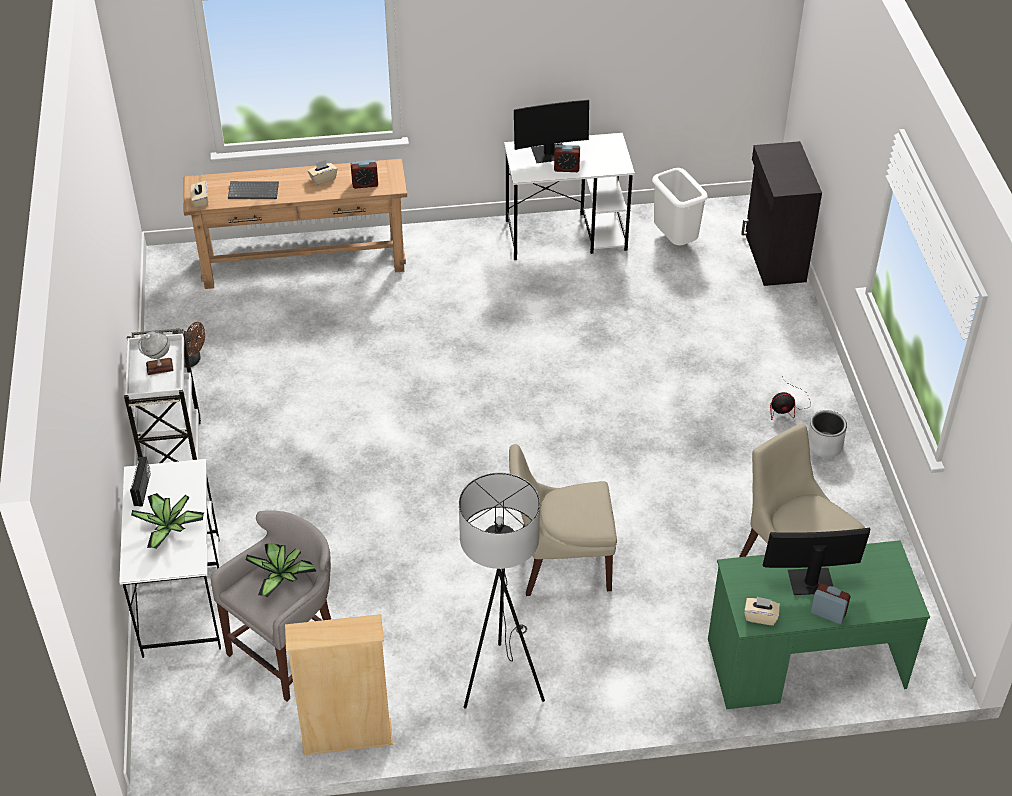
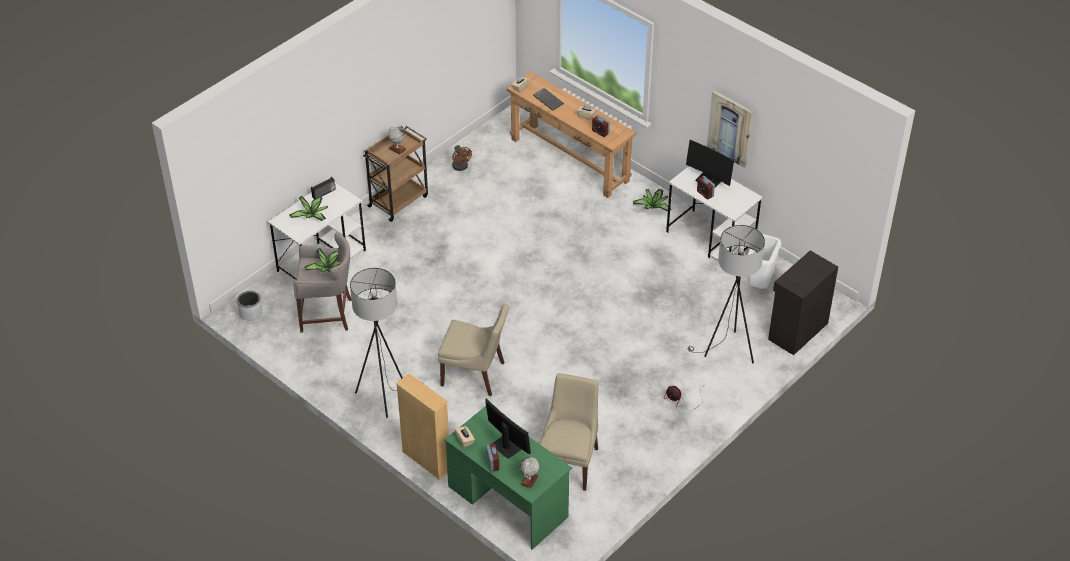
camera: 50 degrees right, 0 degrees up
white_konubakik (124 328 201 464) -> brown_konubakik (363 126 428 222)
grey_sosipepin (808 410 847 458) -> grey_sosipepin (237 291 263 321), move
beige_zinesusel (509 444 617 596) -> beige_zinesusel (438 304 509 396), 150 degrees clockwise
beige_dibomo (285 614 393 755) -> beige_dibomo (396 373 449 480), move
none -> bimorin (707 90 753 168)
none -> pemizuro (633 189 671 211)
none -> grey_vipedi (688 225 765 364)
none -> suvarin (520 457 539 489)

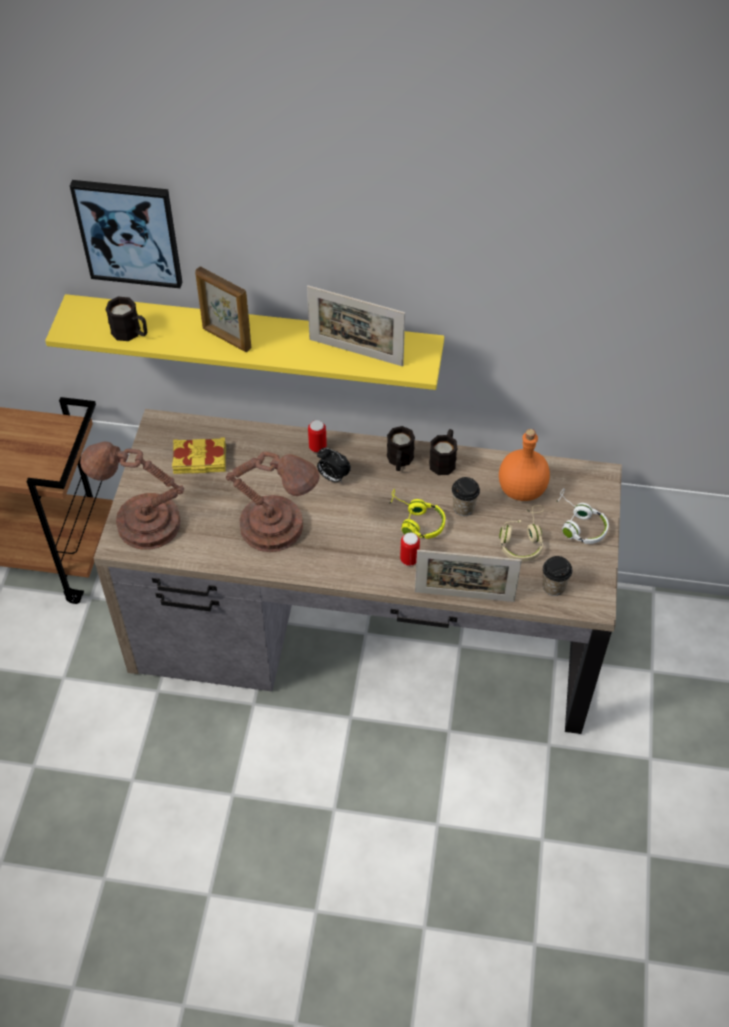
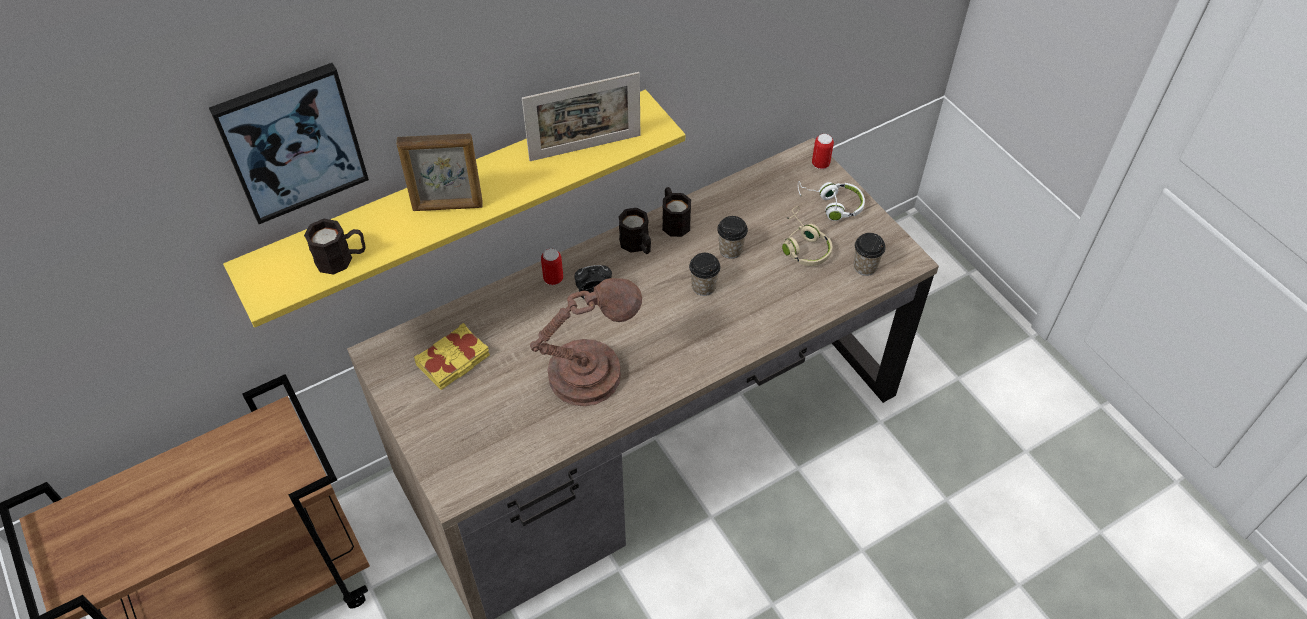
camera: 40 degrees left, 0 degrees up
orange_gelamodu (499 429 550 501) -> none
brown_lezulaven (80 442 184 550) -> none
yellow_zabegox (390 489 445 539) -> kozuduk (689 253 721 296)
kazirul (400 532 420 566) -> kazirul (812 134 834 169), move
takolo (415 550 522 602) -> none

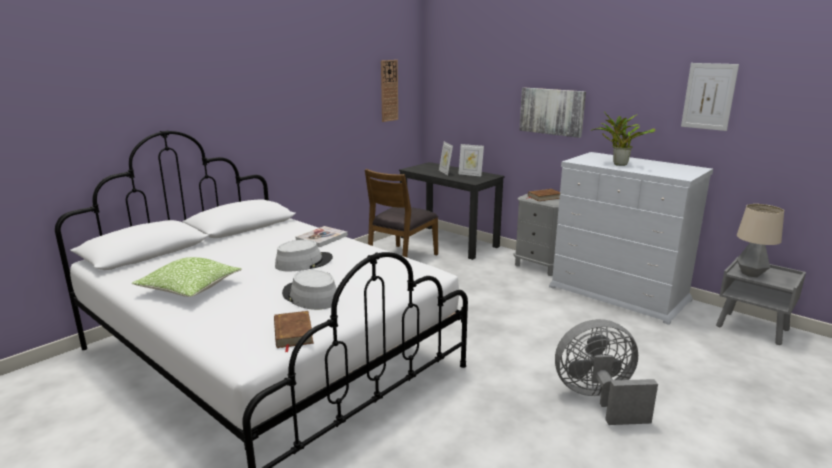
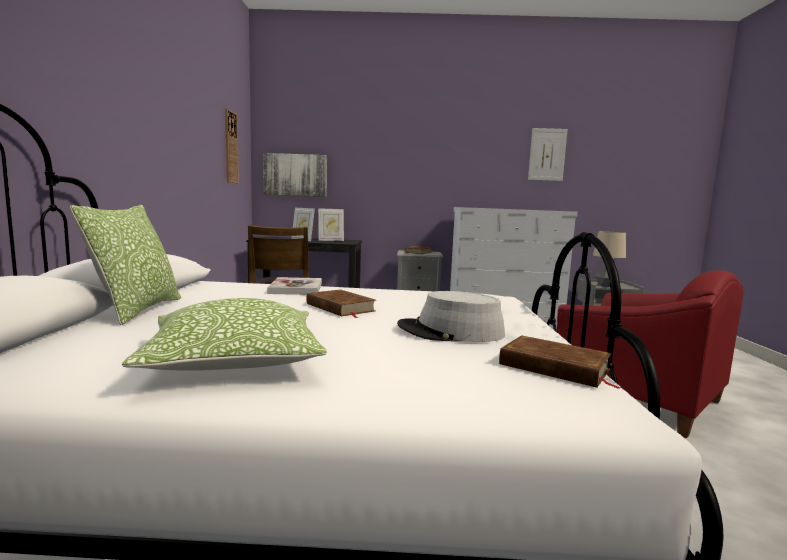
camera: 40 degrees left, 10 degrees down
bimorin (519 87 586 138) -> bimorin (263 153 327 197), move
pemizuro (590 112 656 166) -> none
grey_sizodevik (275 240 333 271) -> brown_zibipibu (306 290 376 318)
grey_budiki (555 319 658 425) -> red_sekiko (557 270 744 438)
none -> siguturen (70 205 181 325)

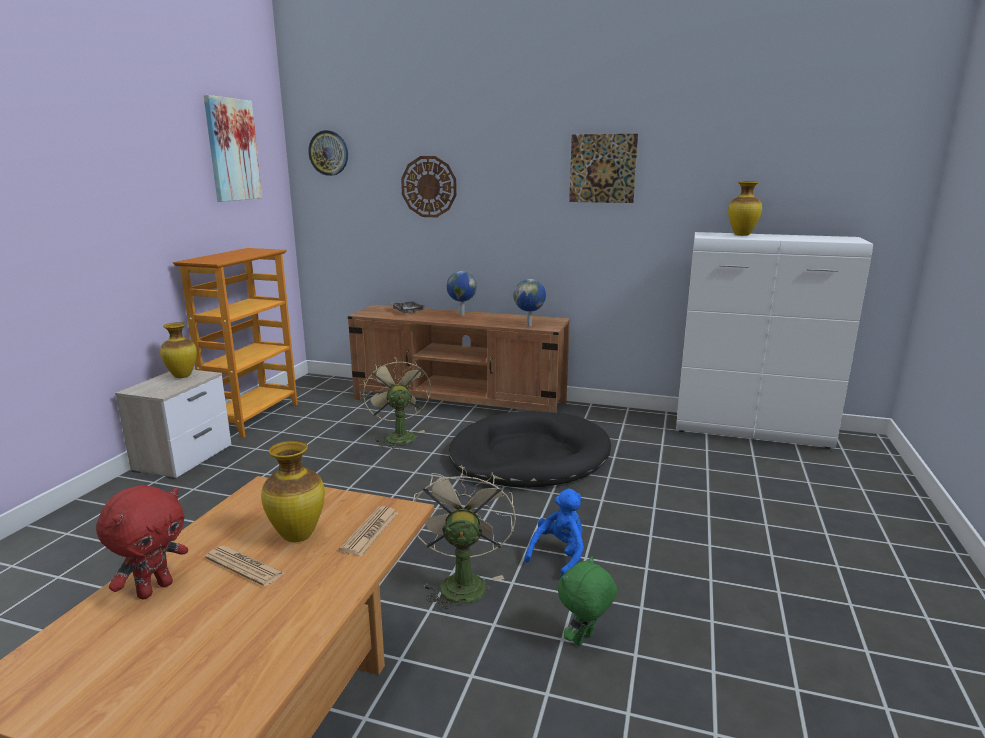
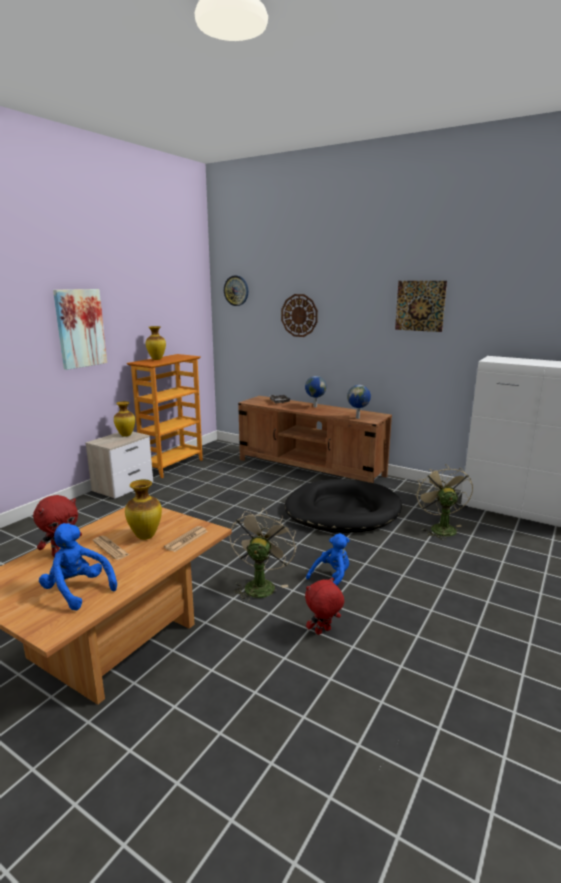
camera: 15 degrees right, 0 degrees up
bimorin (203 95 262 202) -> bimorin (53 289 107 370), move
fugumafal (728 181 762 236) -> fugumafal (146 326 166 360), move
beige_budiki (363 357 431 450) -> beige_budiki (416 464 473 540), move
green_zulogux (558 556 617 646) -> red_zulogux (305 577 344 635)
none -> blue_zulogux (39 523 117 610)

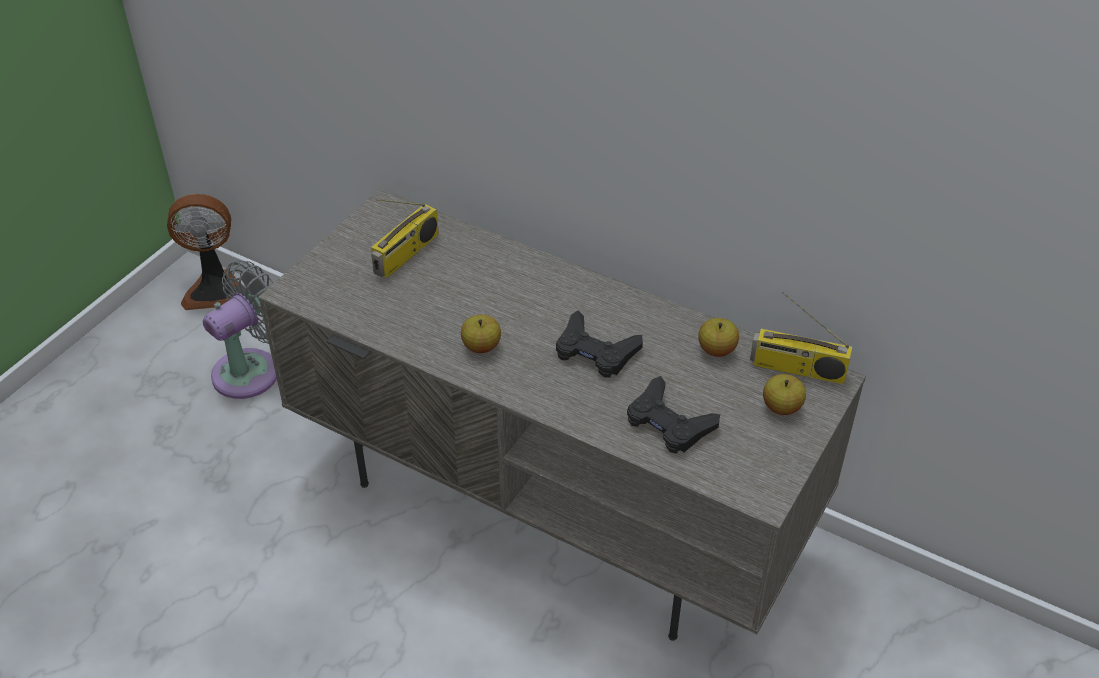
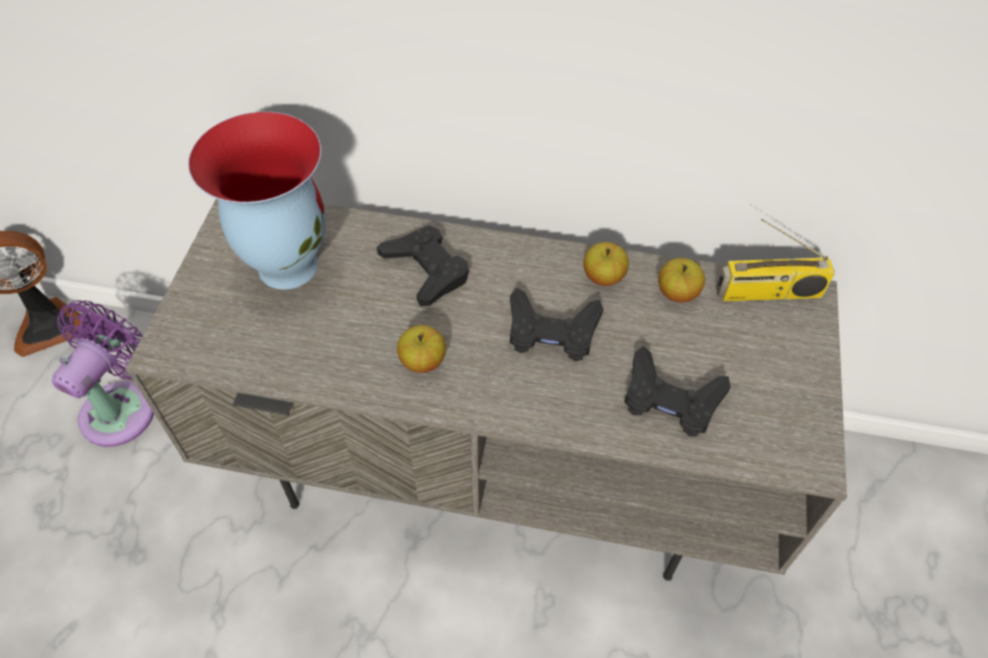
camera: 20 degrees left, 10 degrees up
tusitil (371 199 439 278) -> fugumafal (188 112 326 290)
grey_budiki (203 260 277 399) -> purple_budiki (52 300 154 447)
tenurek (763 374 806 415) -> tenurek (583 242 629 286), move
none -> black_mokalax (377 225 469 306)

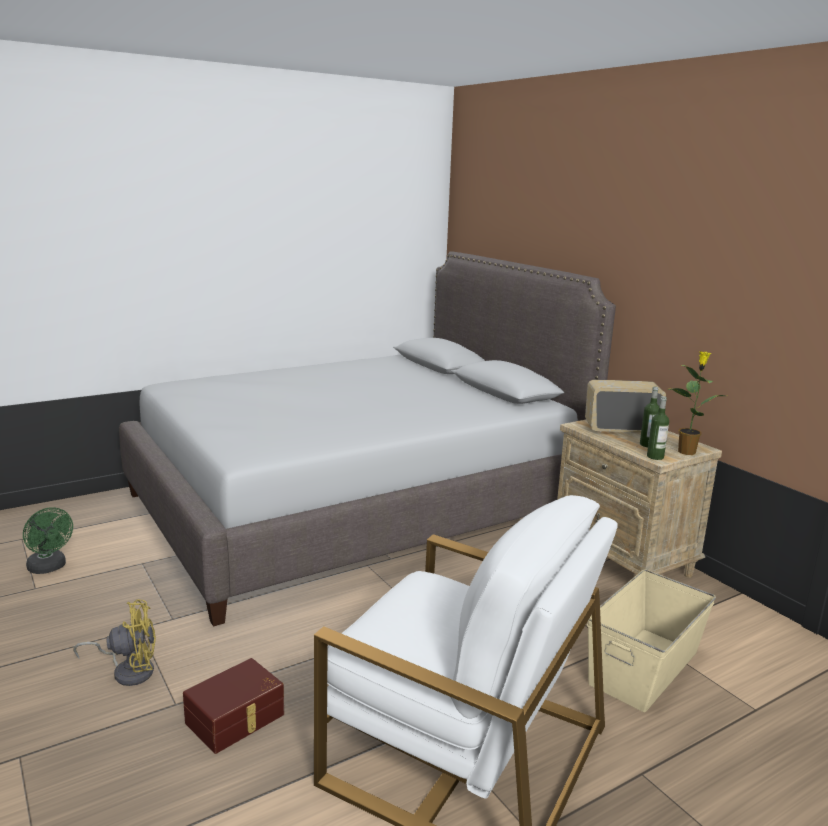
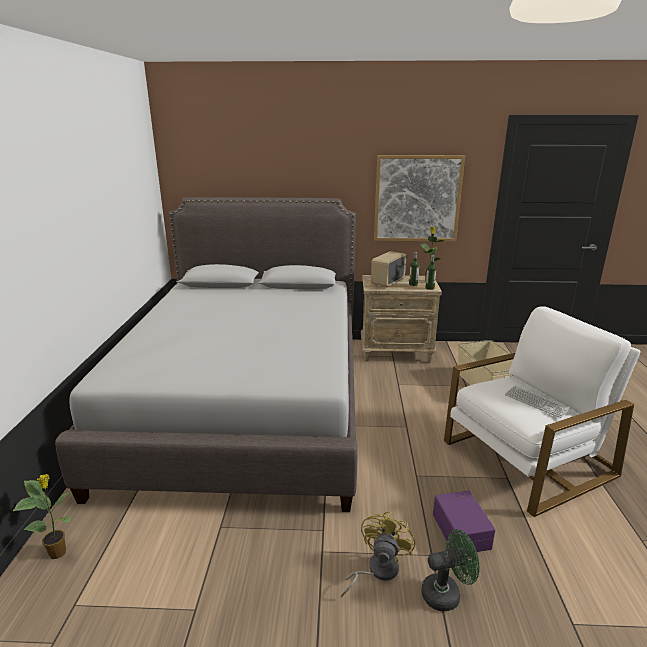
camera: 55 degrees left, 5 degrees up
green_budiki (23 507 73 574) -> green_budiki (421 529 480 611), move
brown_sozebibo (183 658 284 754) -> purple_sozebibo (433 490 495 552)
none -> bimorin (374 155 465 242)
none -> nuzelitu (505 386 570 418)
none -> pemizuro (13 474 72 559)

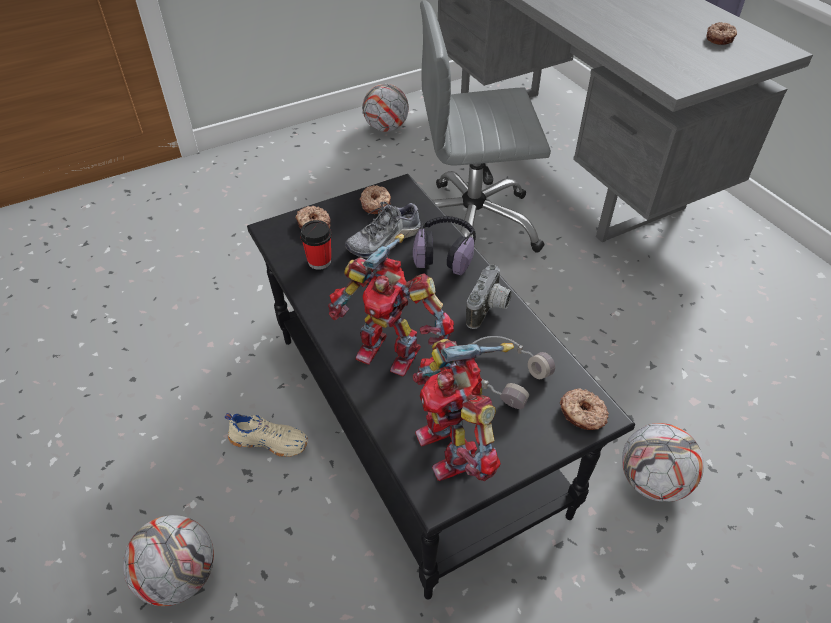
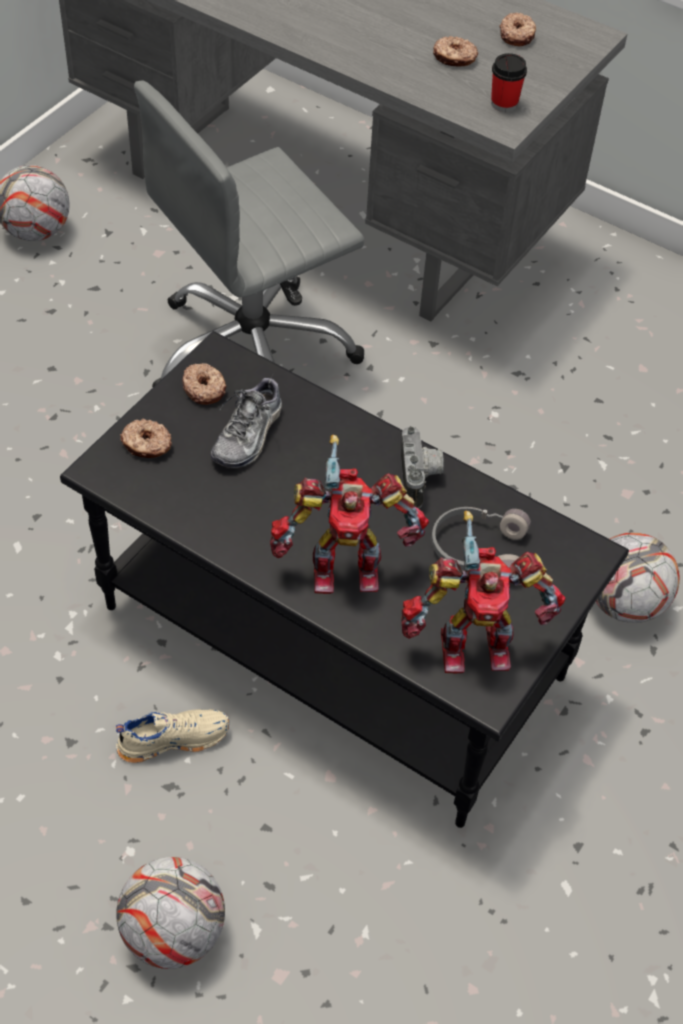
camera: 30 degrees left, 5 degrees up
zabegox (413 216 476 275) -> none
kozuduk (300 220 332 270) -> kozuduk (491 53 527 112), move
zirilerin (413 339 514 481) -> zirilerin (401 511 566 673), 45 degrees counterclockwise
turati (560 388 609 430) -> turati (433 36 478 66), move

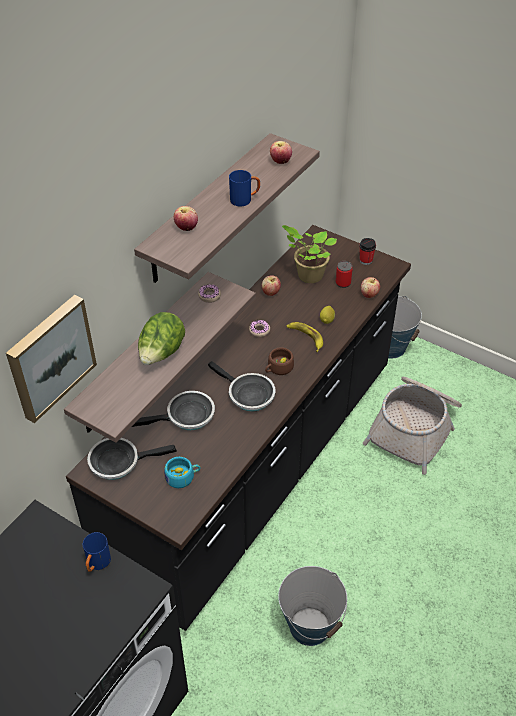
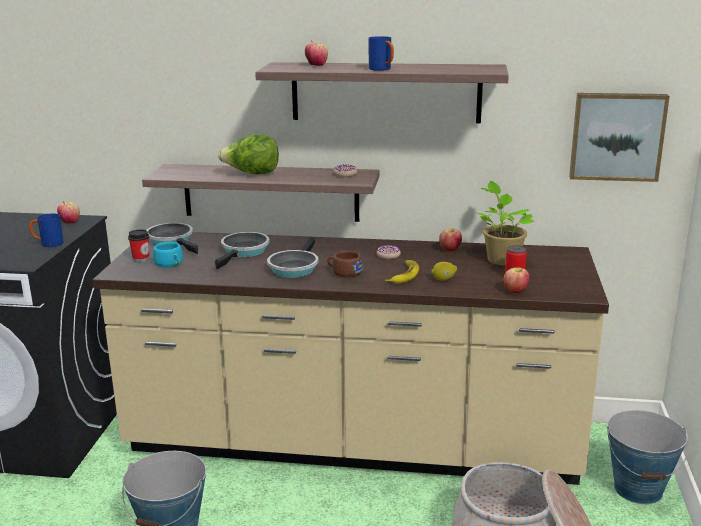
camera: 65 degrees right, 25 degrees down
tenurek (270 141 292 164) -> tenurek (57 201 80 224), move
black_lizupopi (66 225 411 631) -> beige_lizupopi (92 232 609 485)
kozuduk (359 238 376 265) -> kozuduk (128 229 149 262), move
bimorin (6 295 97 423) -> bimorin (569 93 670 182), move
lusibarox (132 391 215 430) -> lusibarox (215 232 270 269), 120 degrees counterclockwise

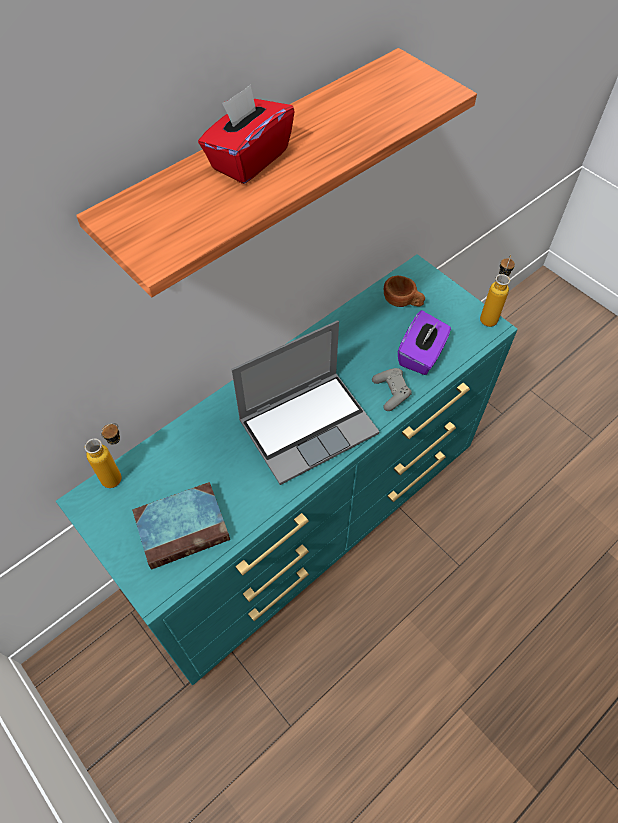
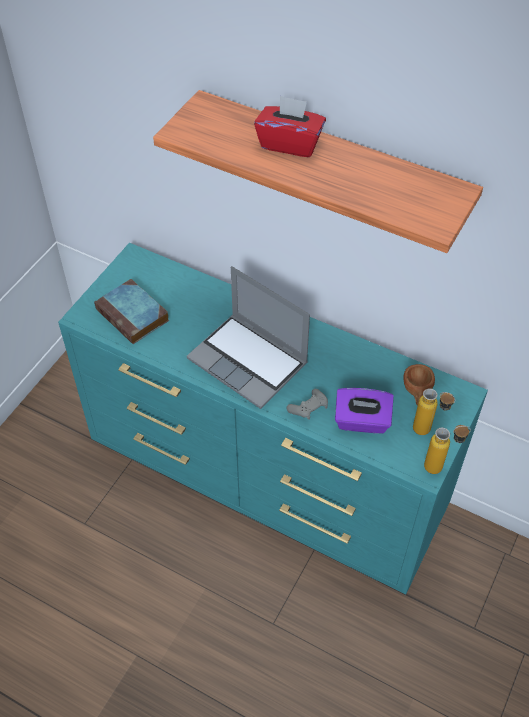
camera: 70 degrees right, 5 degrees down
gelamodu (85 423 122 488) -> gelamodu (413 388 455 435), move

